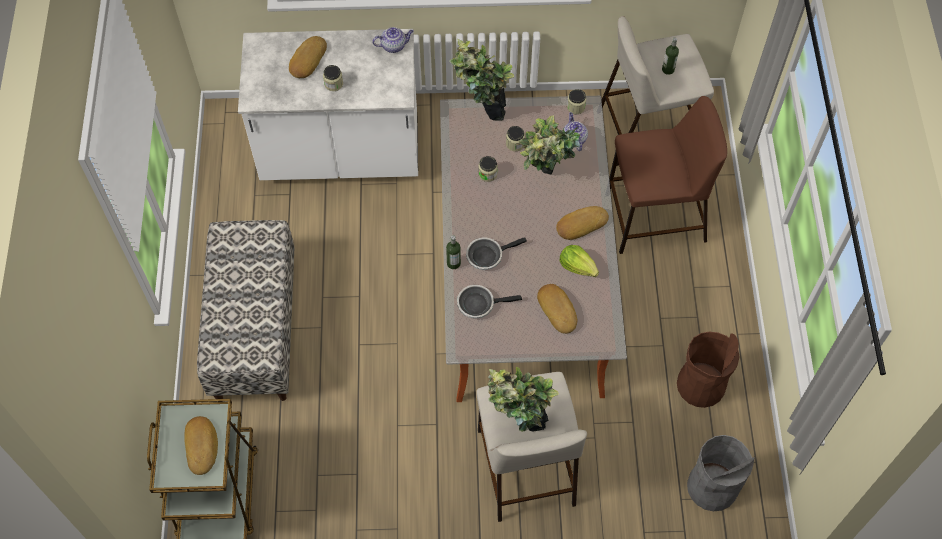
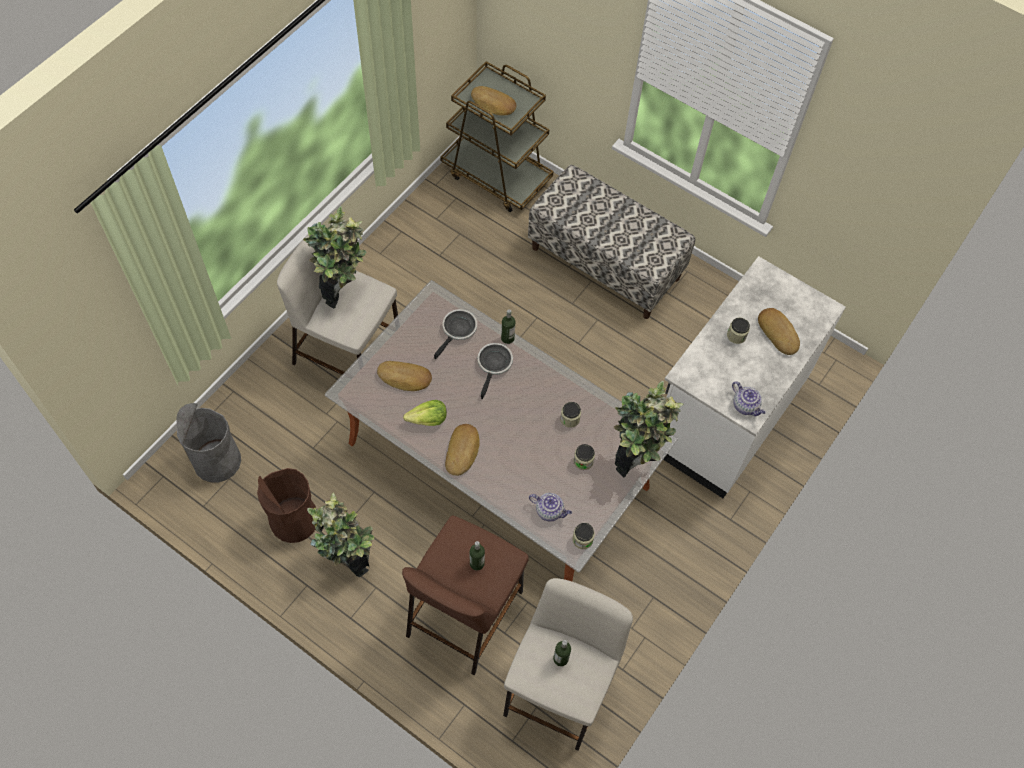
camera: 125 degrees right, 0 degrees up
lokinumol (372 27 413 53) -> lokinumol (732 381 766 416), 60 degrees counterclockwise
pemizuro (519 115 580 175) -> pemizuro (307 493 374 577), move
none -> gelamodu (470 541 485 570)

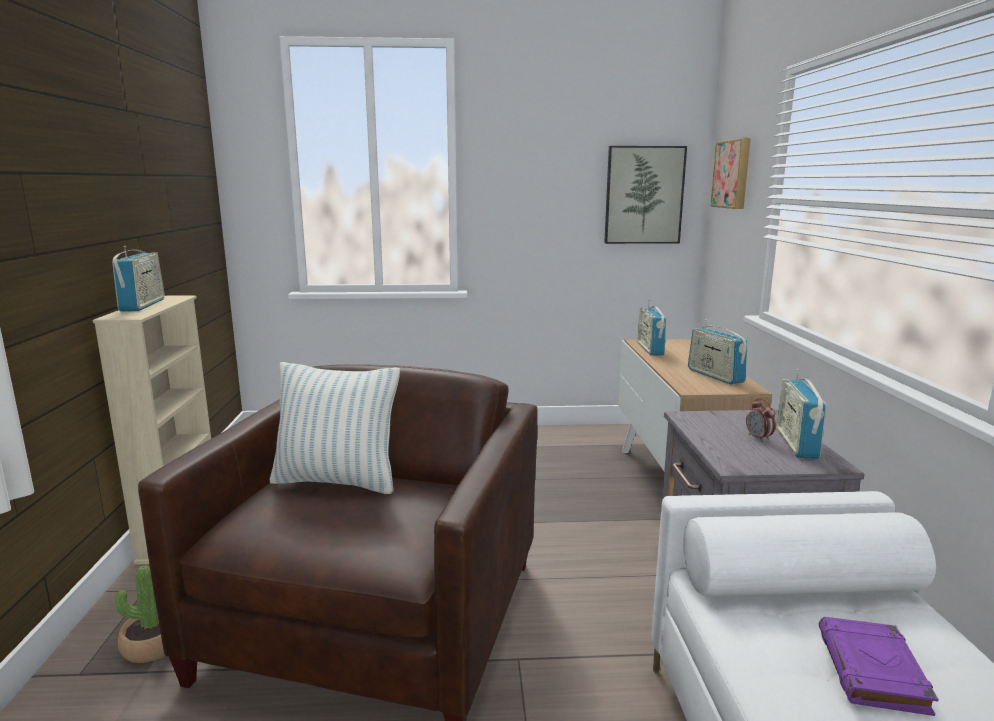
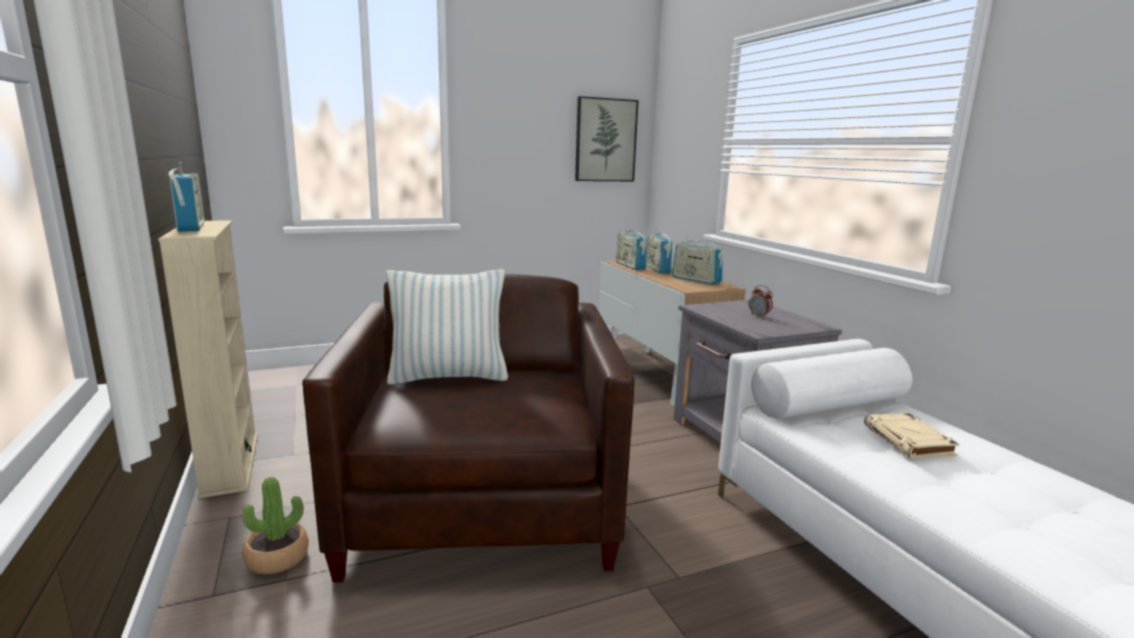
camera: 20 degrees left, 0 degrees up
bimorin (710 138 751 209) -> none
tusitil (776 369 826 459) -> tusitil (647 228 673 273), move
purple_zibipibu (819 617 939 716) -> beige_zibipibu (864 413 960 458)

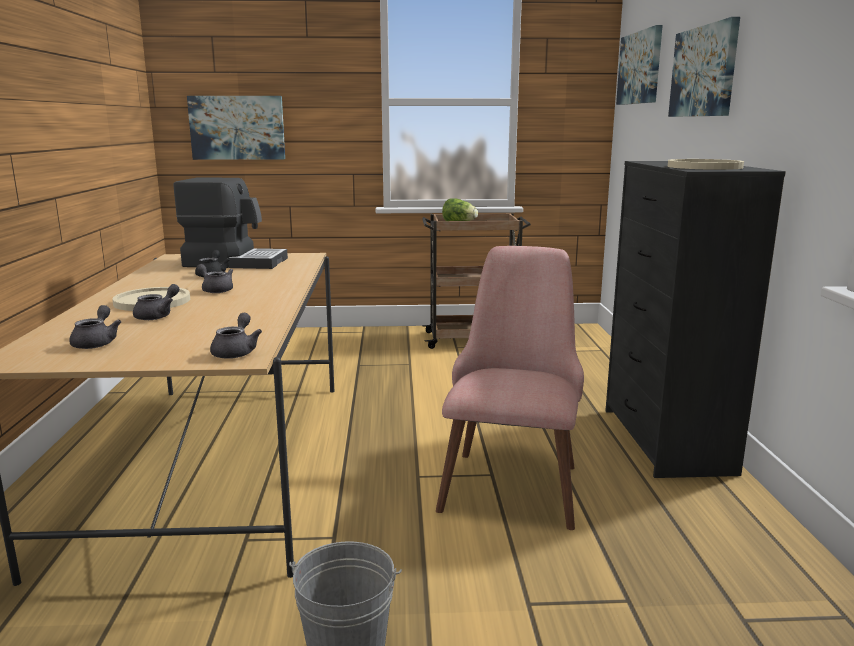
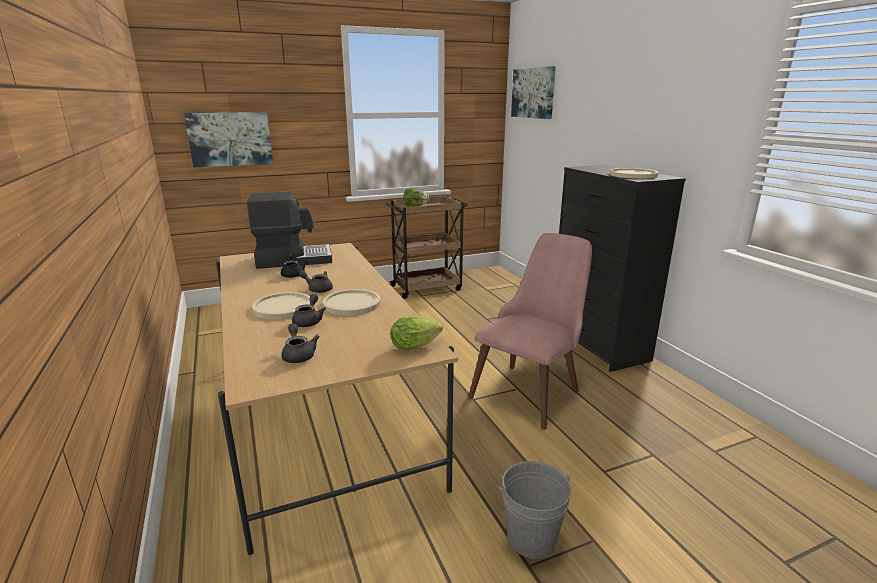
camera: 20 degrees left, 5 degrees up
bimorin (668 17 740 117) -> none
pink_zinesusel (436 246 584 530) -> pink_zinesusel (468 233 592 430), 45 degrees clockwise
grey_lokinumol (210 313 262 359) -> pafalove (391 316 443 350)
none -> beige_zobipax (323 289 381 316)

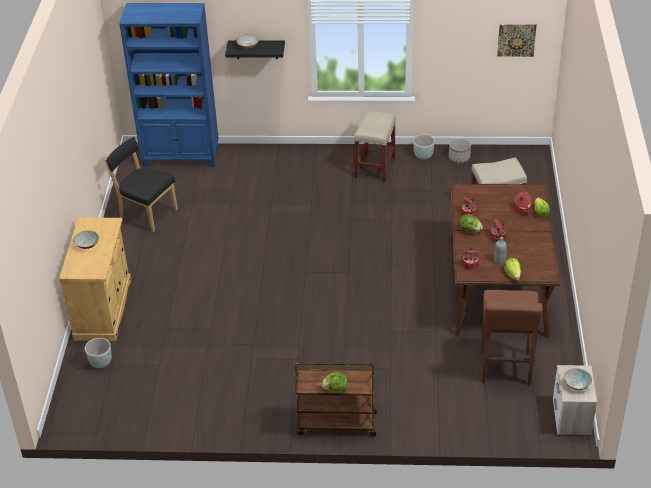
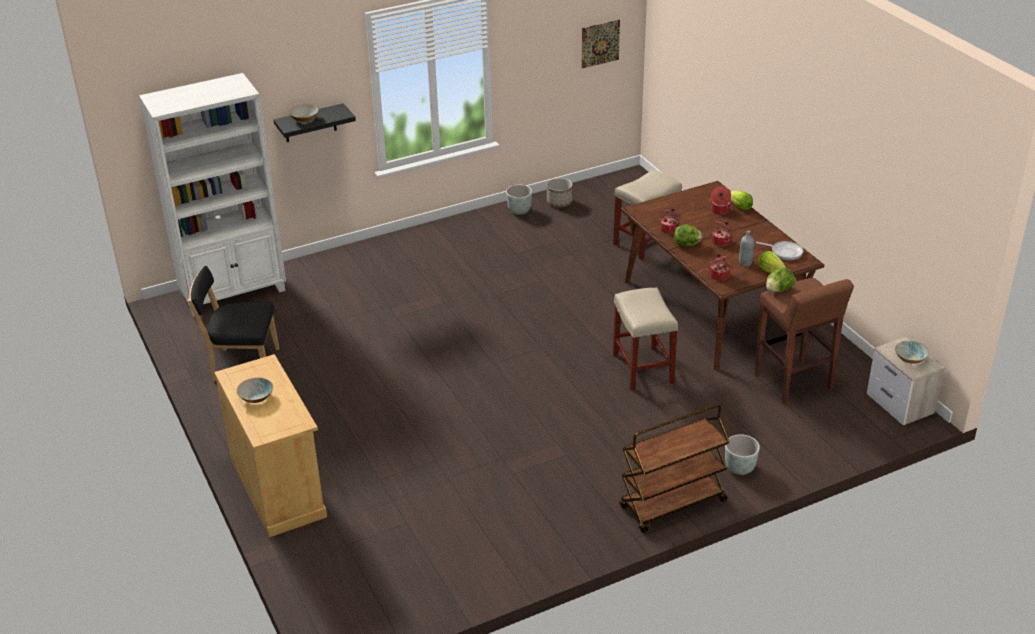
camera: 30 degrees left, 5 degrees down
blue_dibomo (119 3 219 167) -> white_dibomo (139 73 286 317)
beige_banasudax (354 111 396 182) -> beige_banasudax (613 288 678 390), move
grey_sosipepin (85 338 112 368) -> grey_sosipepin (725 434 760 475), move
pafalove (321 372 348 392) -> pafalove (766 268 795 292), move
none -> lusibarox (756 241 803 260)

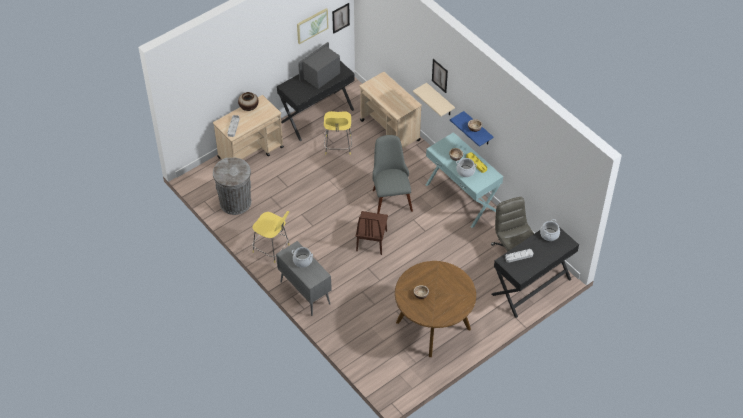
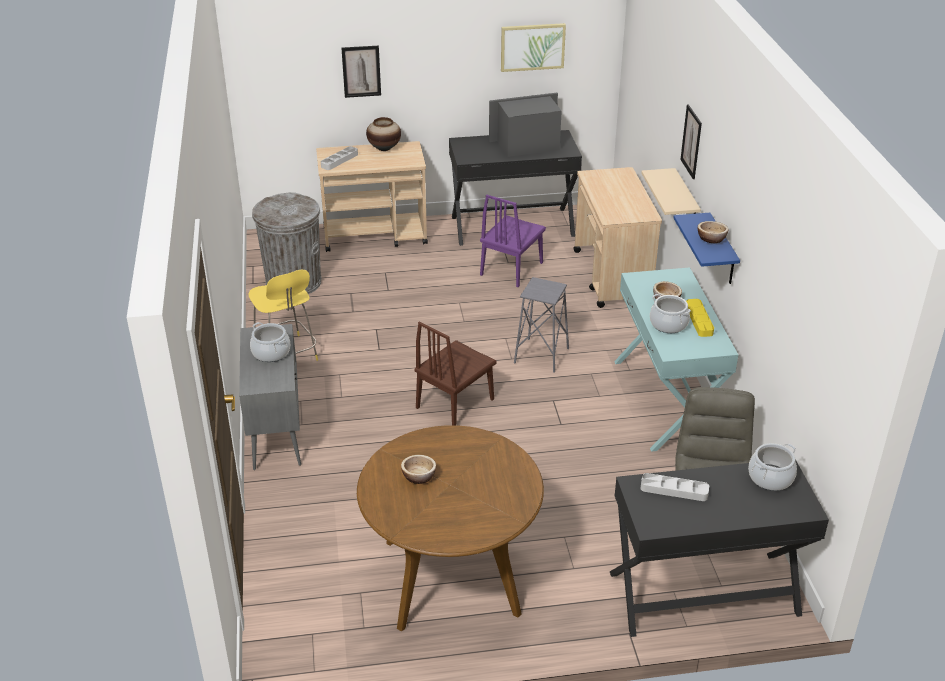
camera: 30 degrees right, 15 degrees down
bimorin (332 3 350 34) -> bimorin (341 45 381 98), move
yellow_banasudax (324 111 352 155) -> purple_zinesusel (480 195 546 287)
grey_zinesusel (372 135 413 214) -> grey_banasudax (514 277 569 373)

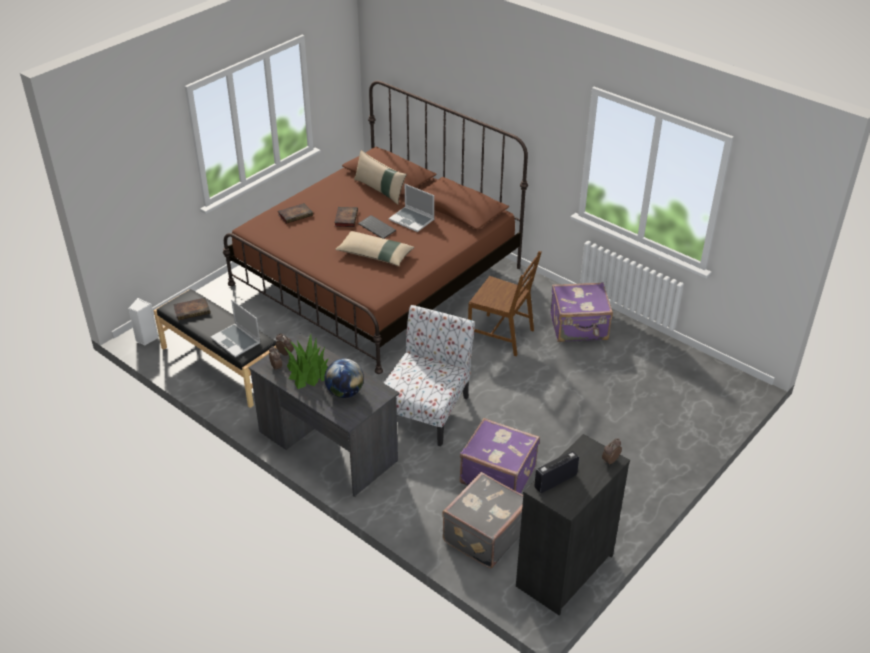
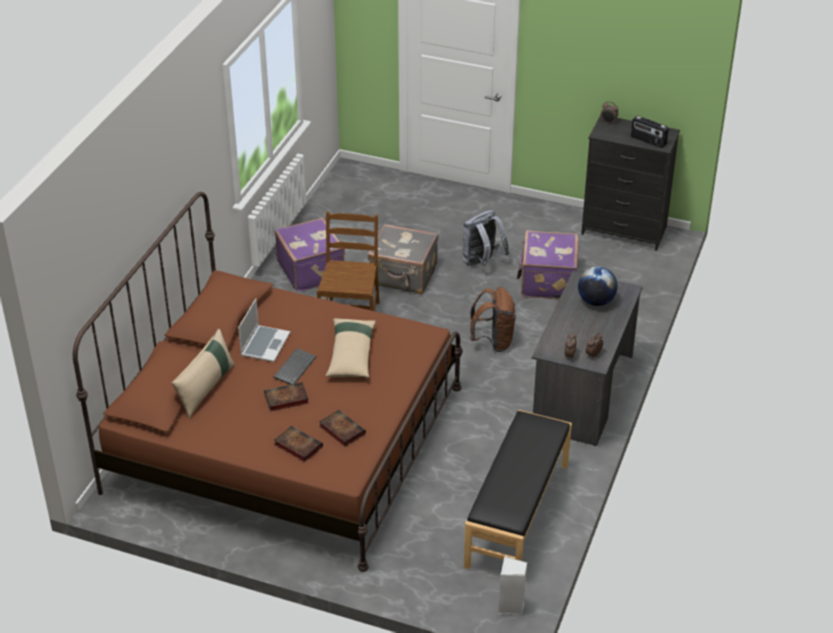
camera: 110 degrees left, 0 degrees up
zibipibu (173 298 210 320) -> zibipibu (319 410 366 447), move
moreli (211 300 261 357) -> none
zinesusel (384 305 475 447) -> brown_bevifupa (470 287 515 352)
pemizuro (284 335 329 389) -> none
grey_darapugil (442 472 523 569) -> grey_darapugil (368 224 438 294), move
none -> grey_bevifupa (462 210 509 266)

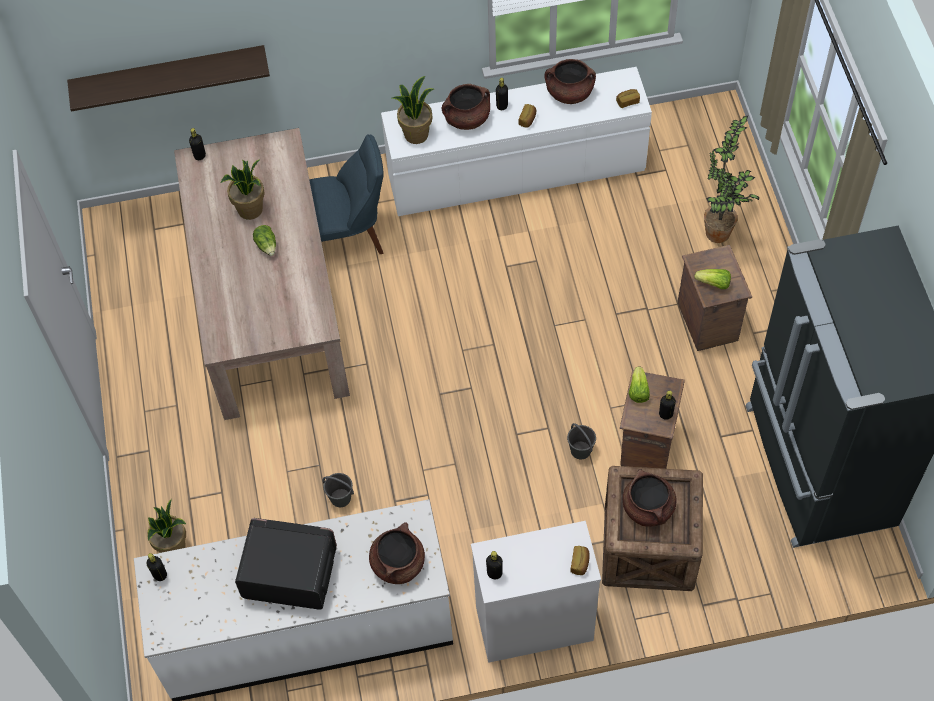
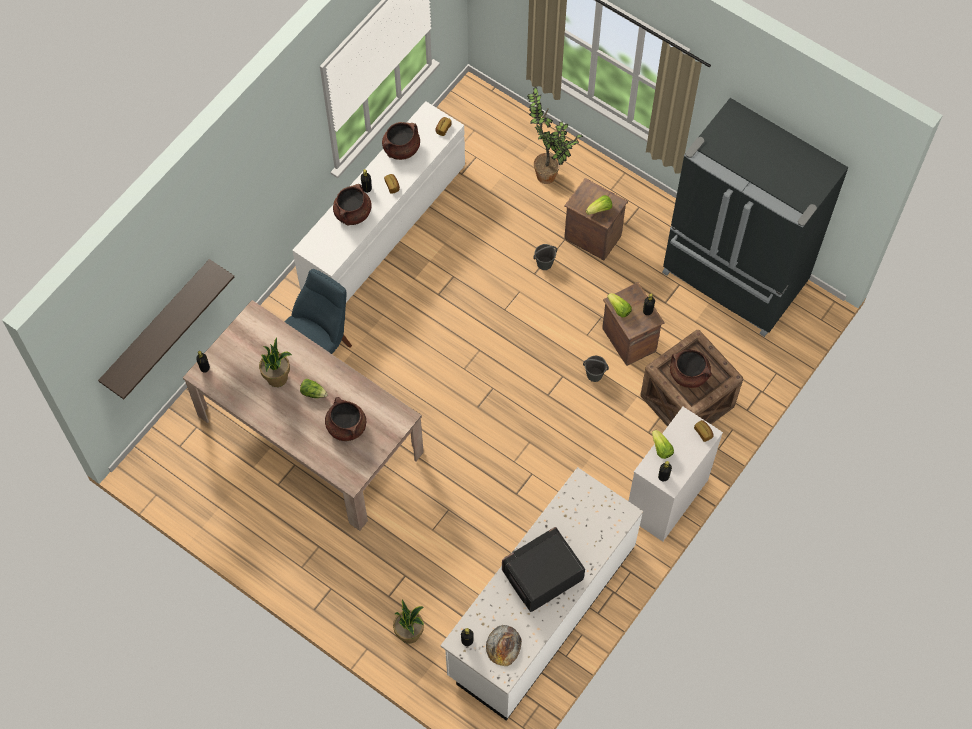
camera: 45 degrees left, 5 degrees up
pemizuro (392 76 434 144) -> none
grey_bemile (323 473 354 507) -> grey_bemile (533 244 557 270), move
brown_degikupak (369 522 425 584) -> brown_degikupak (325 397 366 441), move
none -> pafalove (652 430 674 459)
none -> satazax (486 625 522 666)

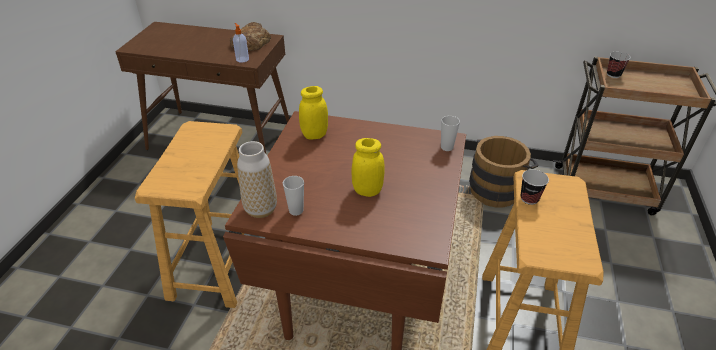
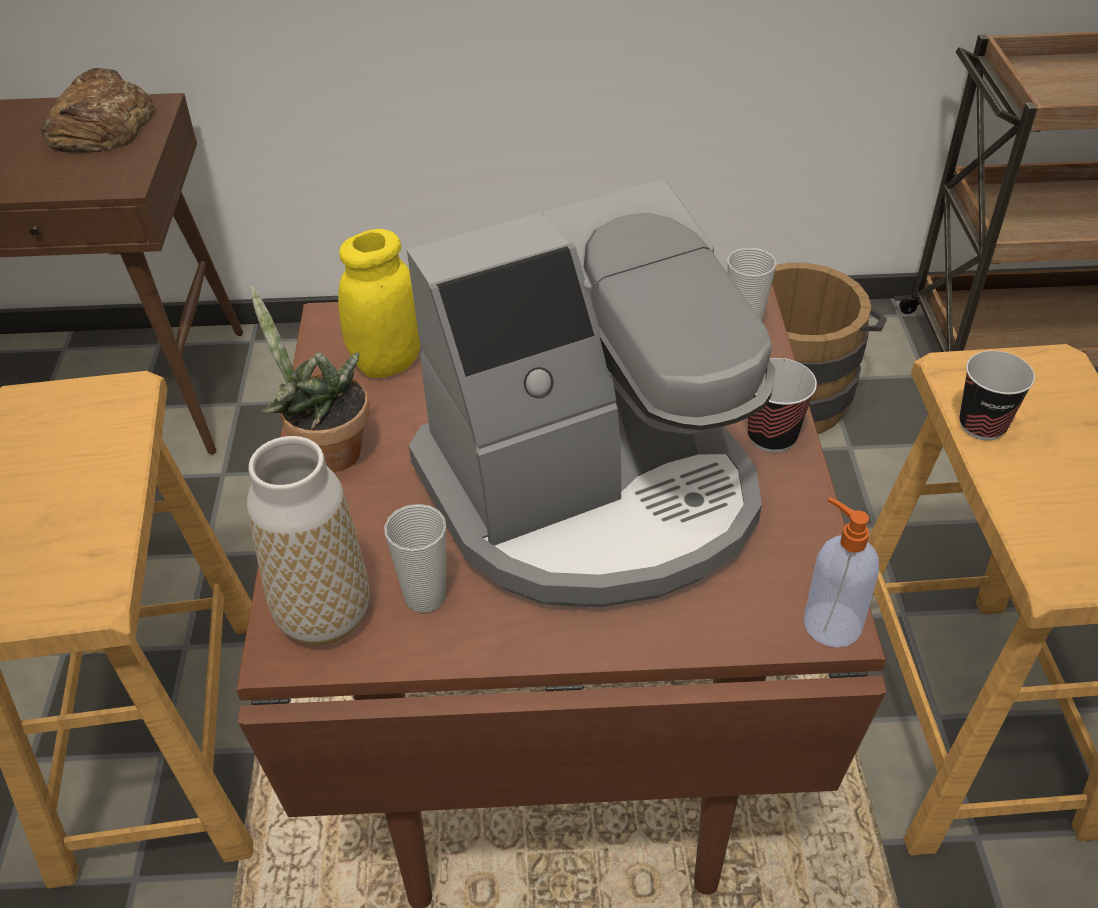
camera: 15 degrees left, 5 degrees up
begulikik (233 23 249 62) -> begulikik (804 497 879 648), move
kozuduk (607 52 630 78) -> kozuduk (748 358 817 453), move
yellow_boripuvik (351 138 384 197) -> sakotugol (407 179 775 608)
none -> pemizuro (250 285 370 472)

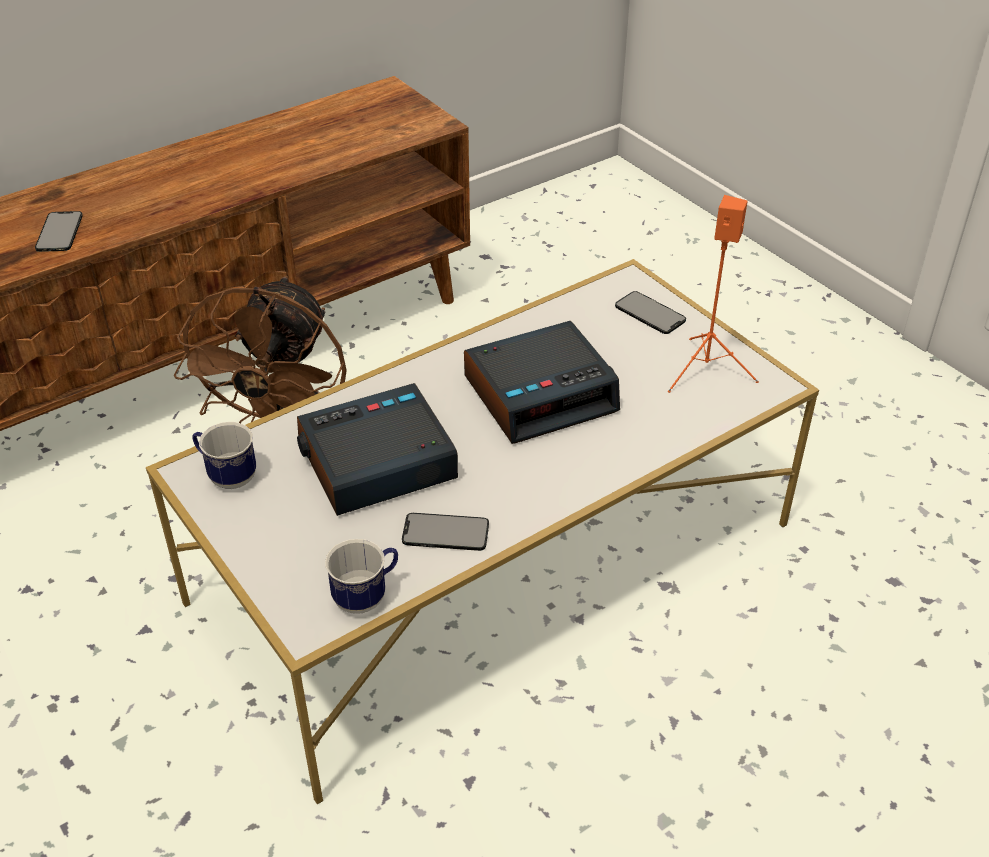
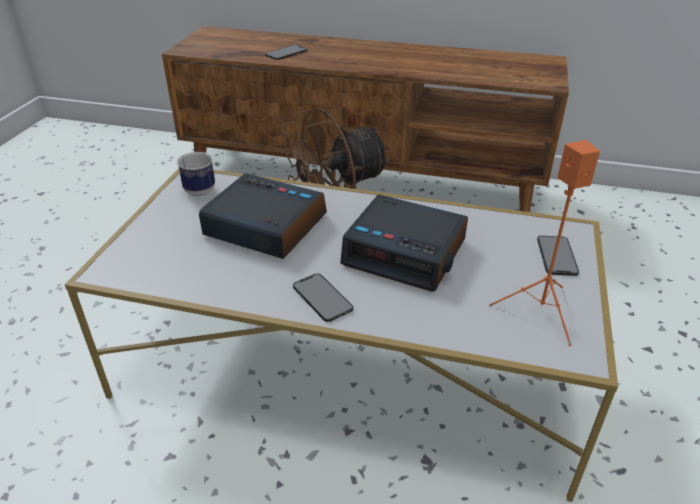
camera: 50 degrees right, 5 degrees down
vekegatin (402 513 489 551) -> vekegatin (293 273 353 322), move
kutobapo (325 539 398 614) -> none

